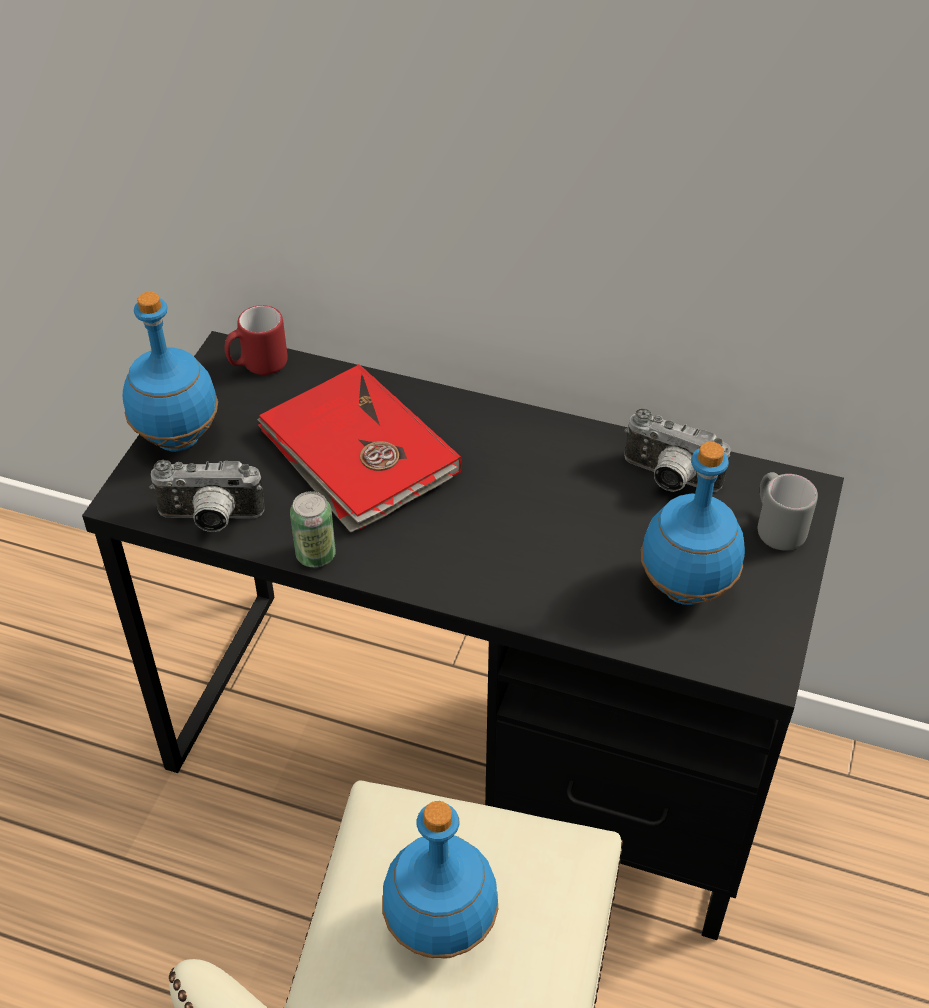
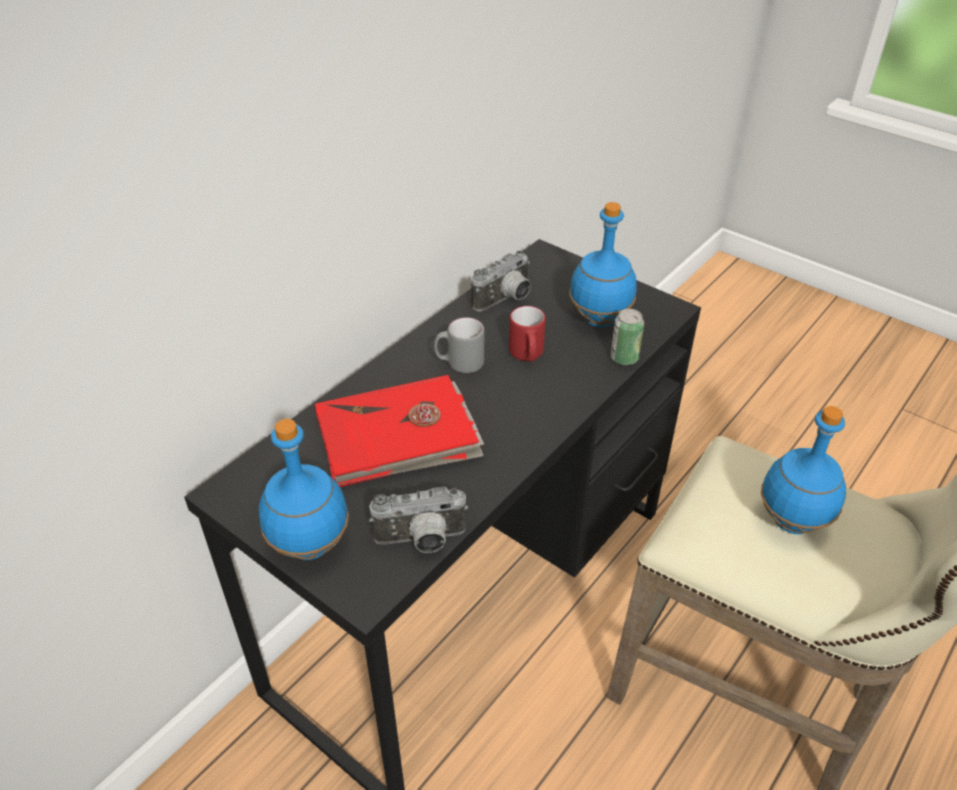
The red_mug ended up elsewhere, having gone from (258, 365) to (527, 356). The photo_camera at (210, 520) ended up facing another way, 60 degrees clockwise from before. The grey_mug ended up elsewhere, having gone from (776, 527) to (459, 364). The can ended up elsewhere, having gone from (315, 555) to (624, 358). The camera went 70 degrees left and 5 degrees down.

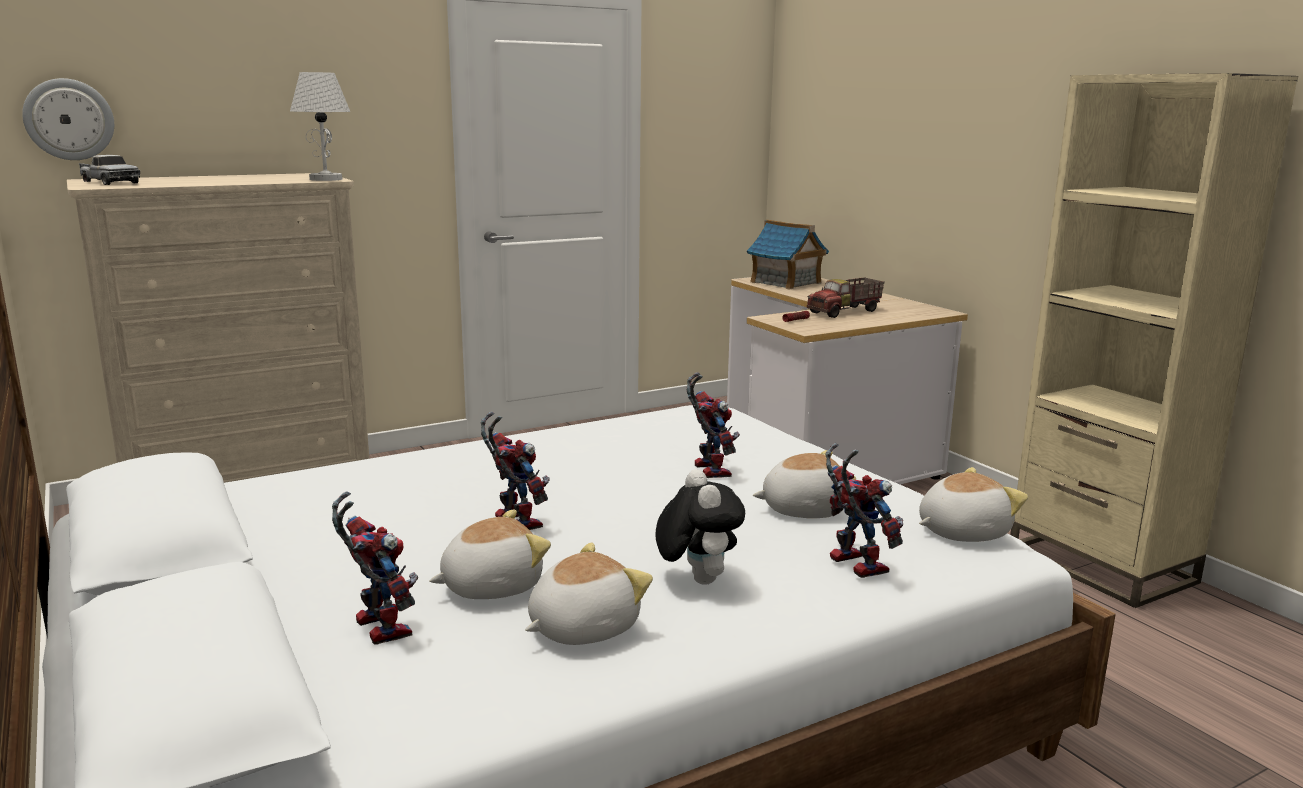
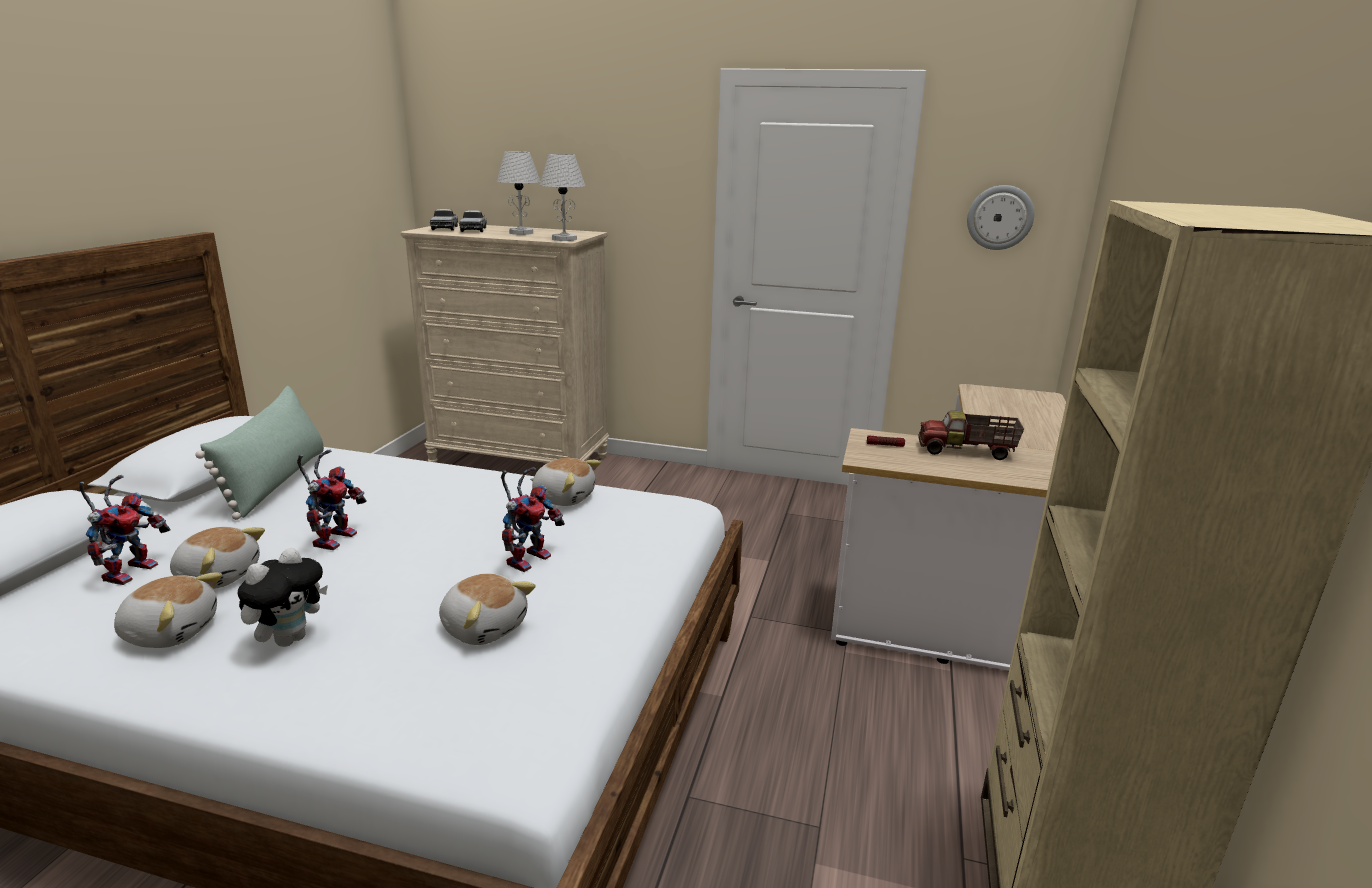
The wall_clock ended up elsewhere, having gone from (69, 119) to (1000, 217). The second view lost the toy_house at (786, 283). The second view lost the toy_robot at (851, 563). The plush_toy ended up elsewhere, having gone from (961, 532) to (564, 497). The second view gained the white_table_lamp at (521, 233). The second view gained the toy_truck at (474, 229). The second view gained the green_pillow at (276, 481). The camera went 45 degrees right and 5 degrees up.

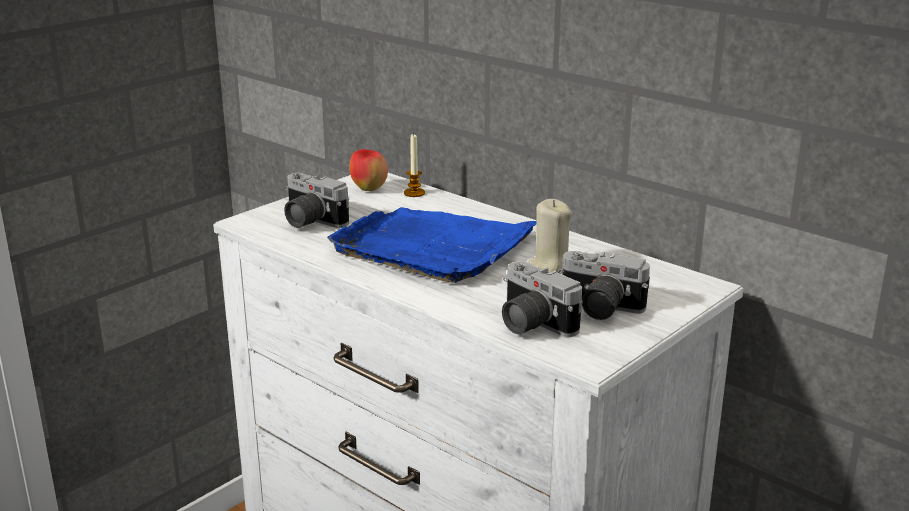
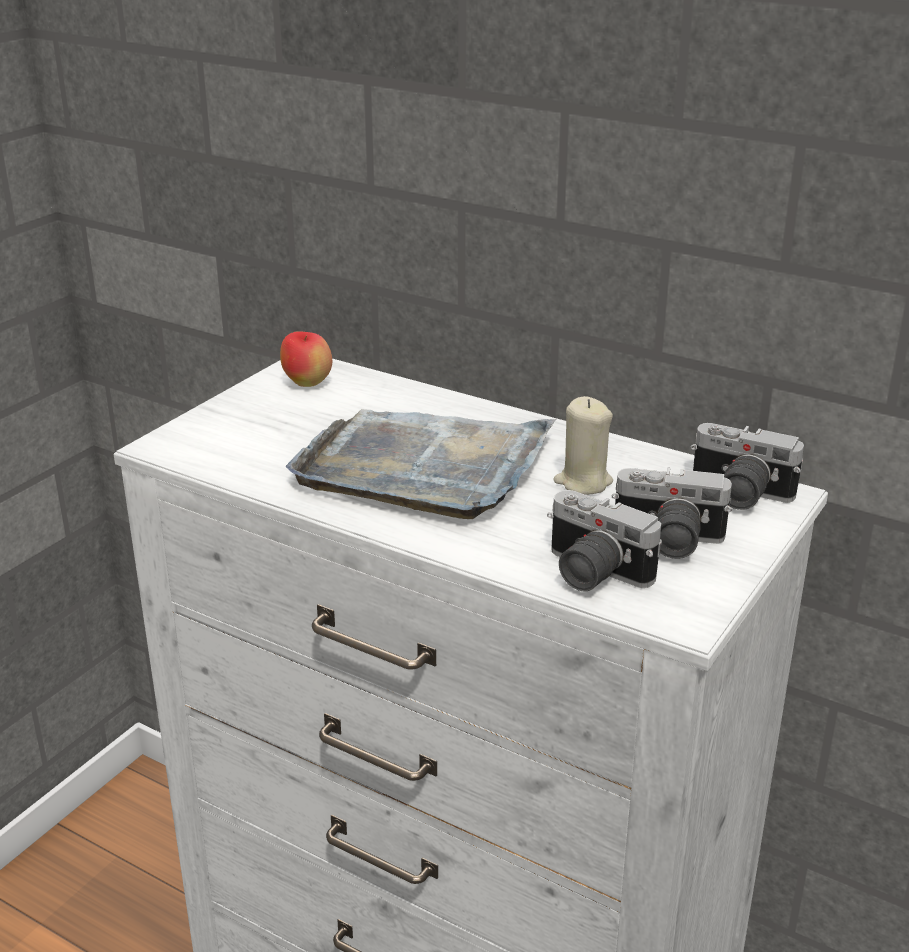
The second view lost the candle at (414, 193). The photo_camera ended up elsewhere, having gone from (309, 222) to (737, 495). What was the blue_tray at (434, 247) turned into the grey_tray at (424, 467). The camera went 10 degrees left and 5 degrees up.

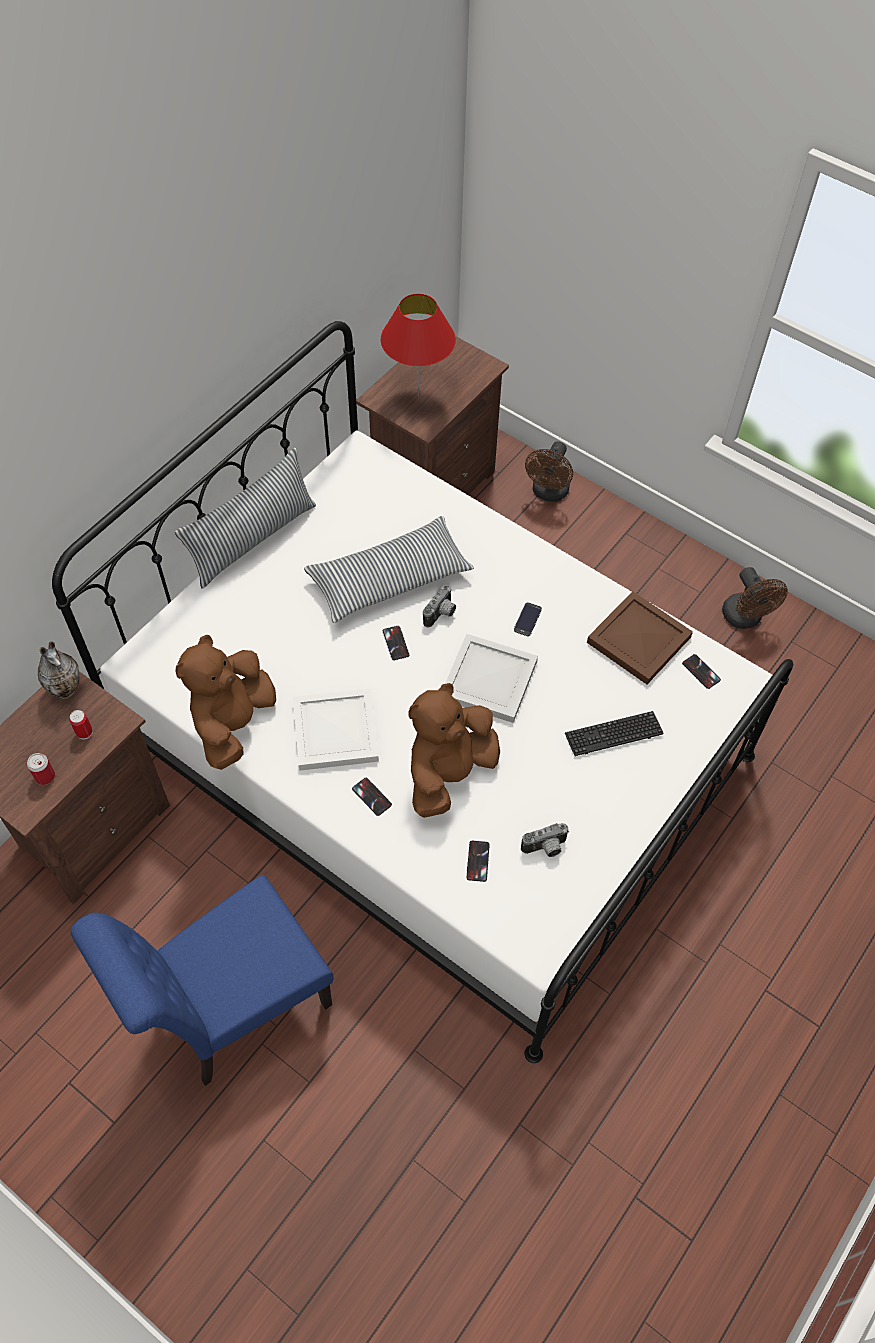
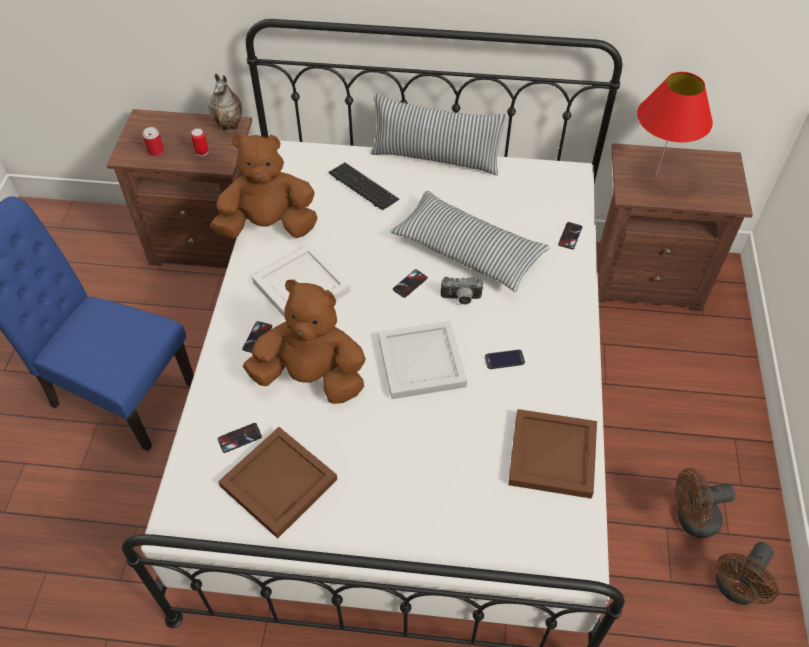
The brown_fan ended up elsewhere, having gone from (548, 493) to (691, 520). The phone ended up elsewhere, having gone from (701, 671) to (570, 236). The keyboard ended up elsewhere, having gone from (613, 734) to (363, 187). Where the photo_camera stood at (545, 848), the brown_tray came to stand at (280, 483). The camera went 60 degrees right and 5 degrees down.

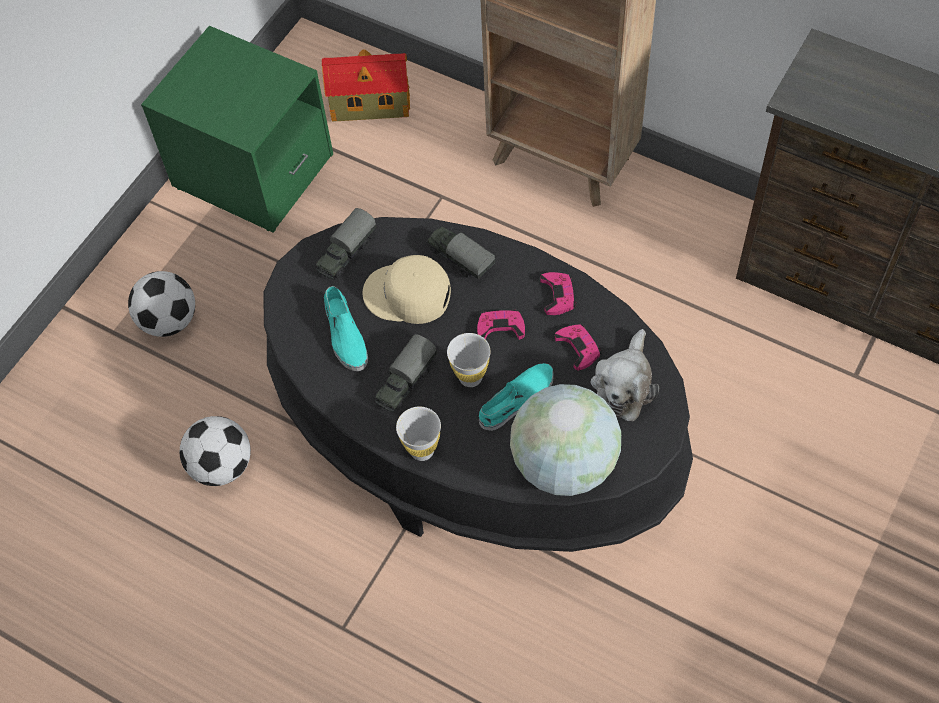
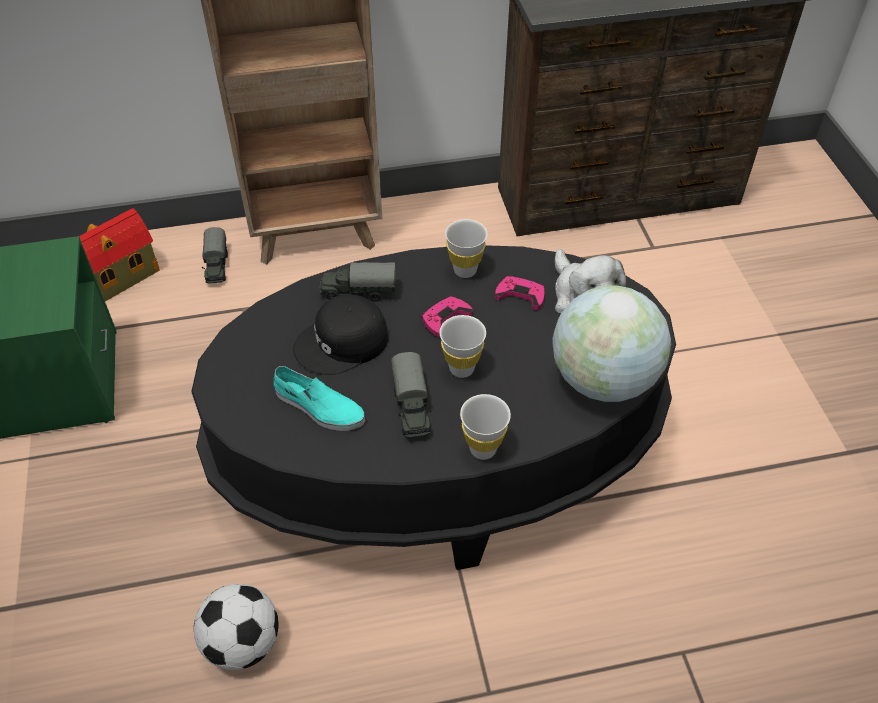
The toy_truck ended up elsewhere, having gone from (346, 254) to (216, 266). What was the beige_cap at (408, 295) turned into the black_cap at (342, 343). The second view lost the football at (169, 321). Where the pink_game_controller stood at (558, 295), the white_cup came to stand at (465, 270). The second view lost the turquoise_shoe at (517, 400). The camera went 45 degrees left and 10 degrees down.

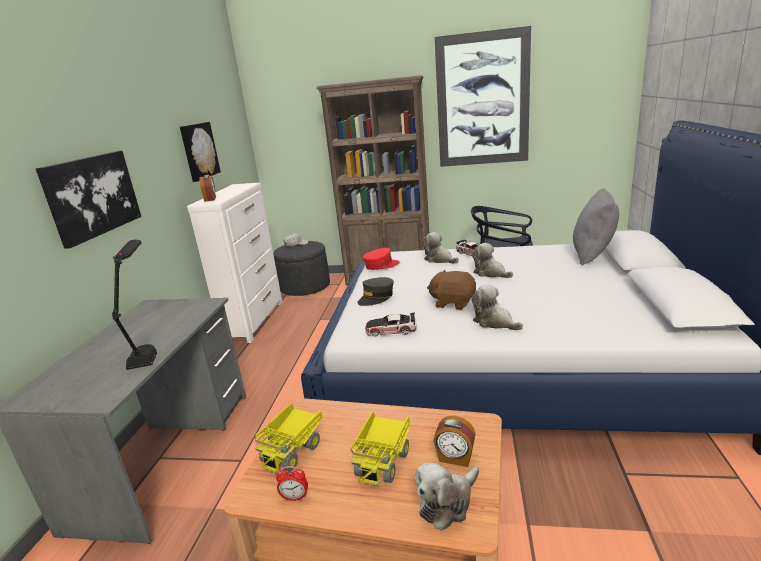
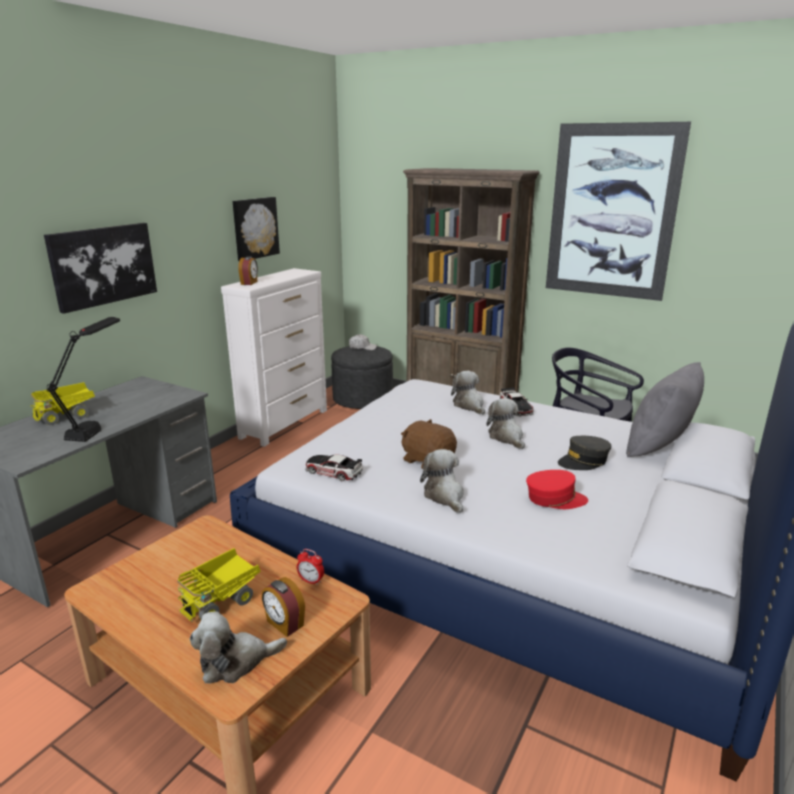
The red_cap ended up elsewhere, having gone from (381, 265) to (555, 499). The grey_cap ended up elsewhere, having gone from (376, 297) to (583, 461). The toy_truck ended up elsewhere, having gone from (293, 450) to (67, 416). The alarm_clock ended up elsewhere, having gone from (295, 497) to (311, 581). The camera went 20 degrees right and 0 degrees up.

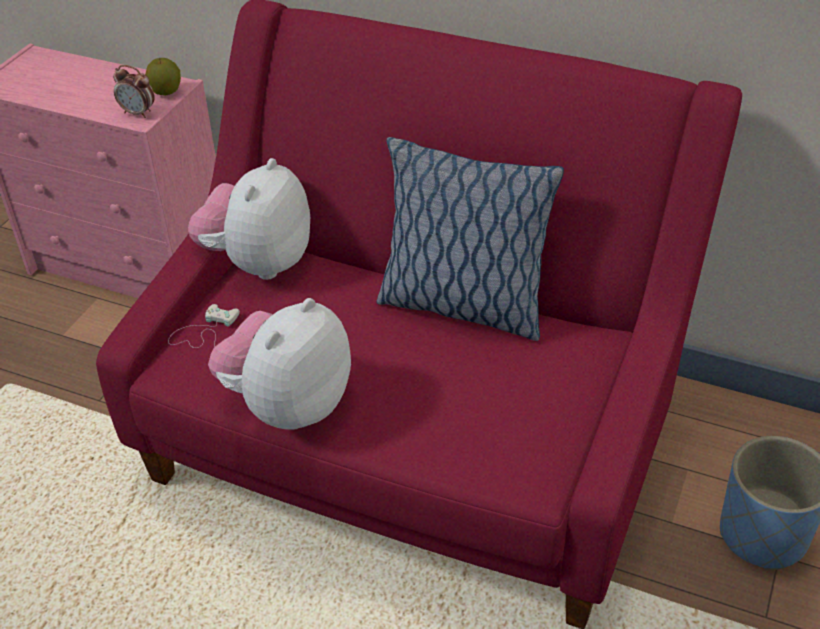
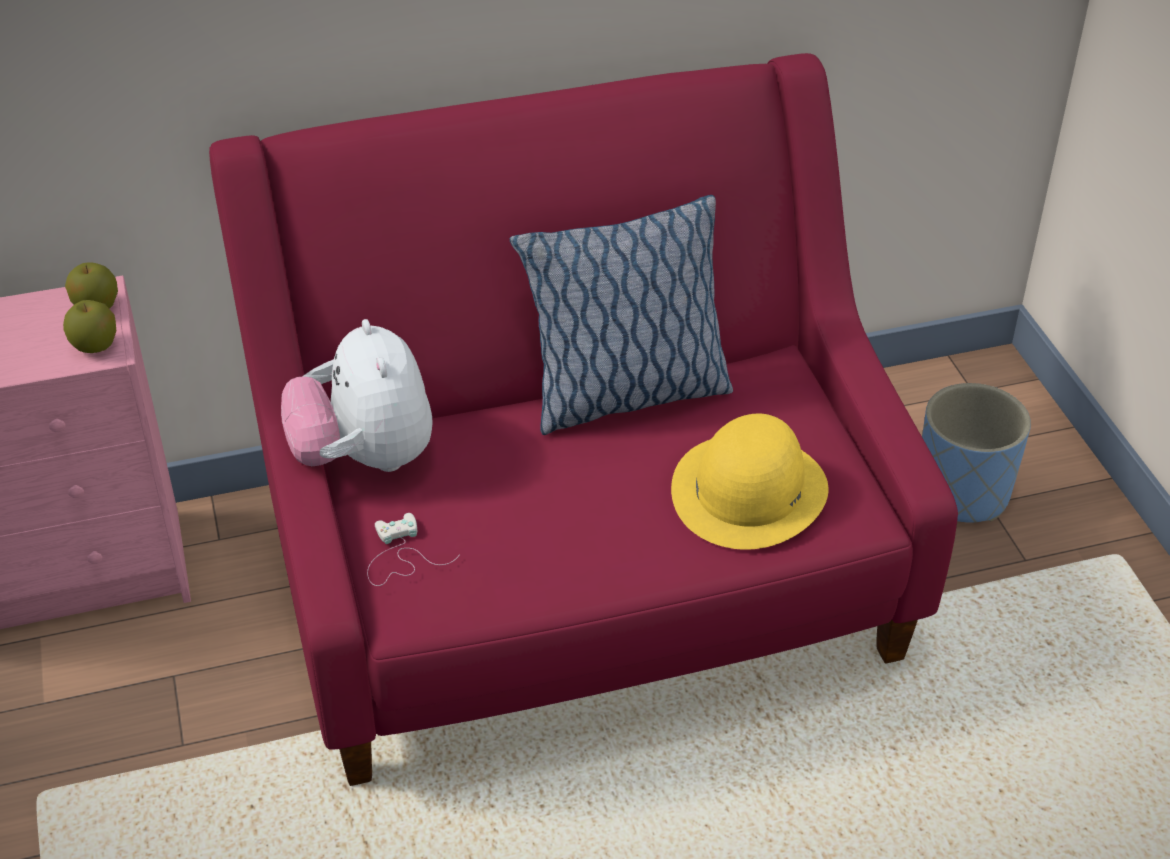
Where the alarm_clock stood at (138, 113), the apple came to stand at (95, 346). The second view lost the plush_toy at (288, 405). The second view gained the yellow_hat at (749, 490). The camera went 40 degrees left and 0 degrees up.

